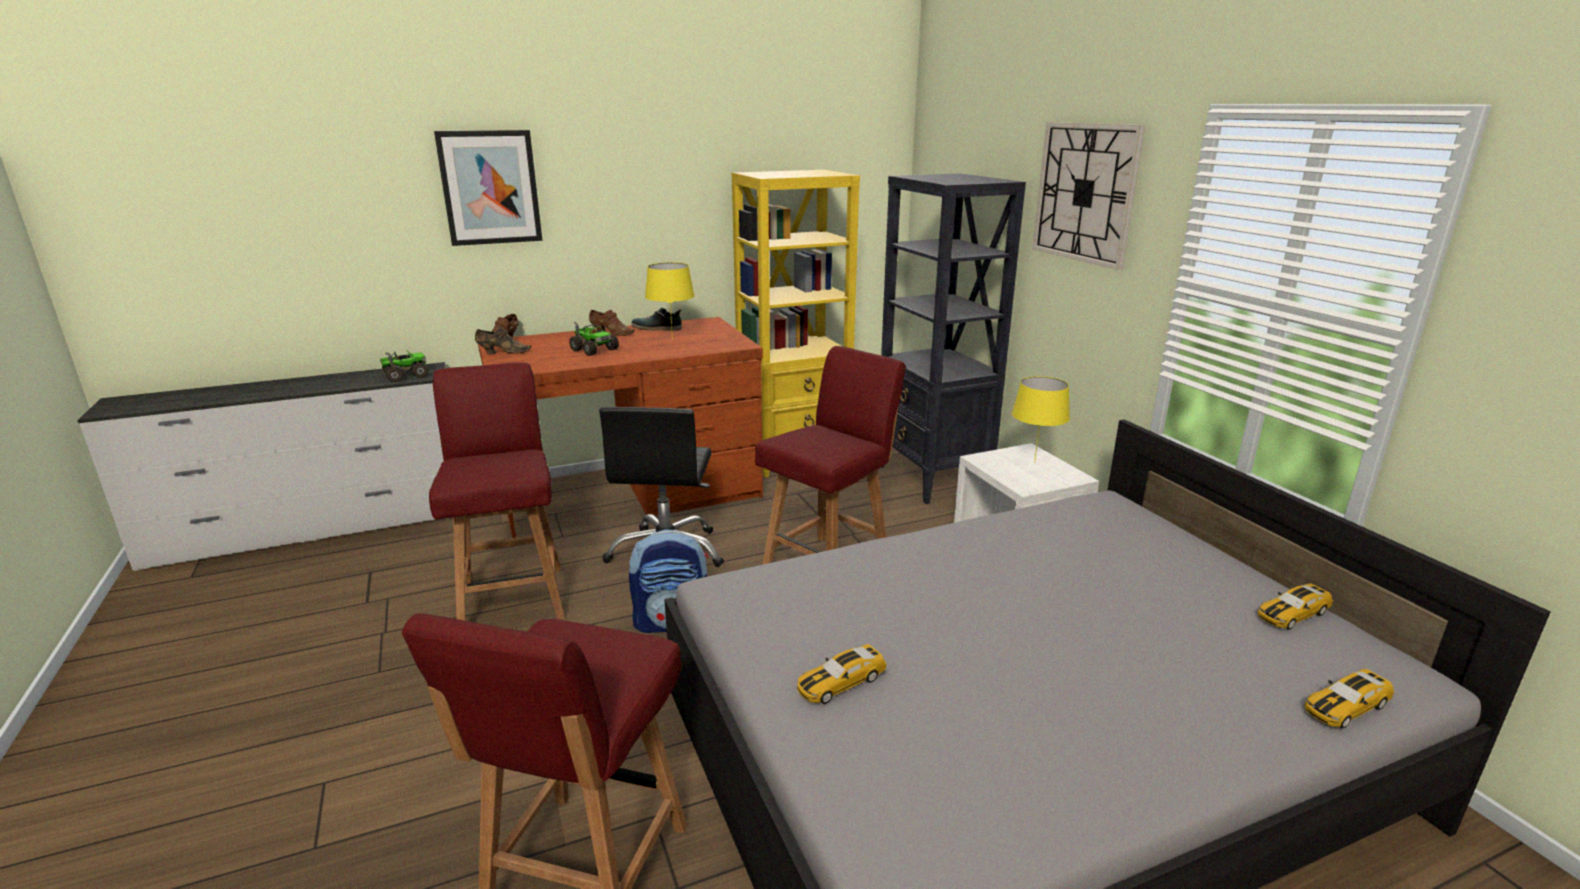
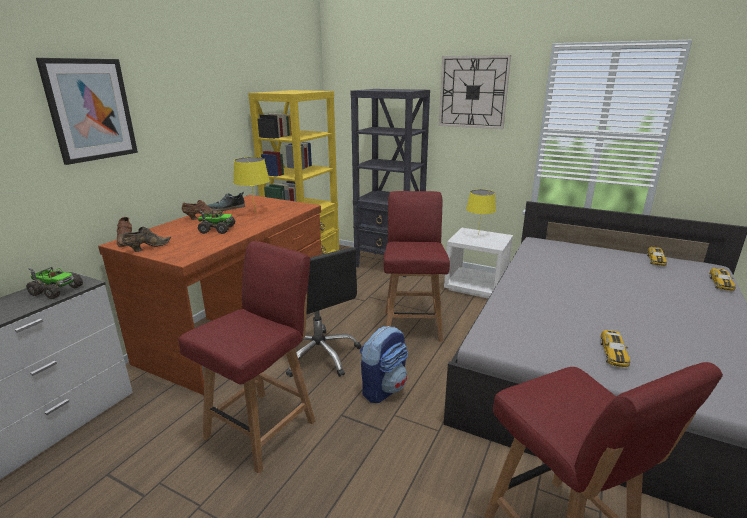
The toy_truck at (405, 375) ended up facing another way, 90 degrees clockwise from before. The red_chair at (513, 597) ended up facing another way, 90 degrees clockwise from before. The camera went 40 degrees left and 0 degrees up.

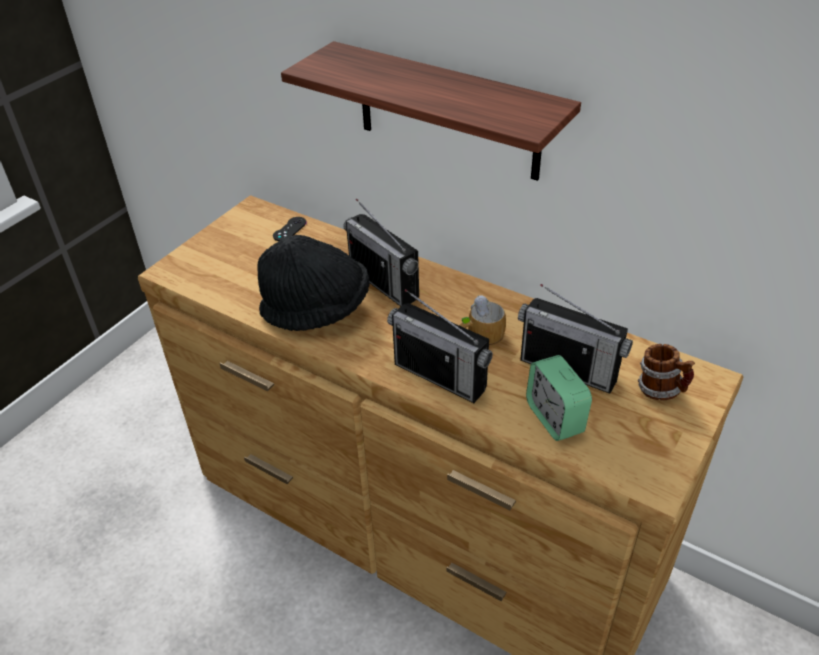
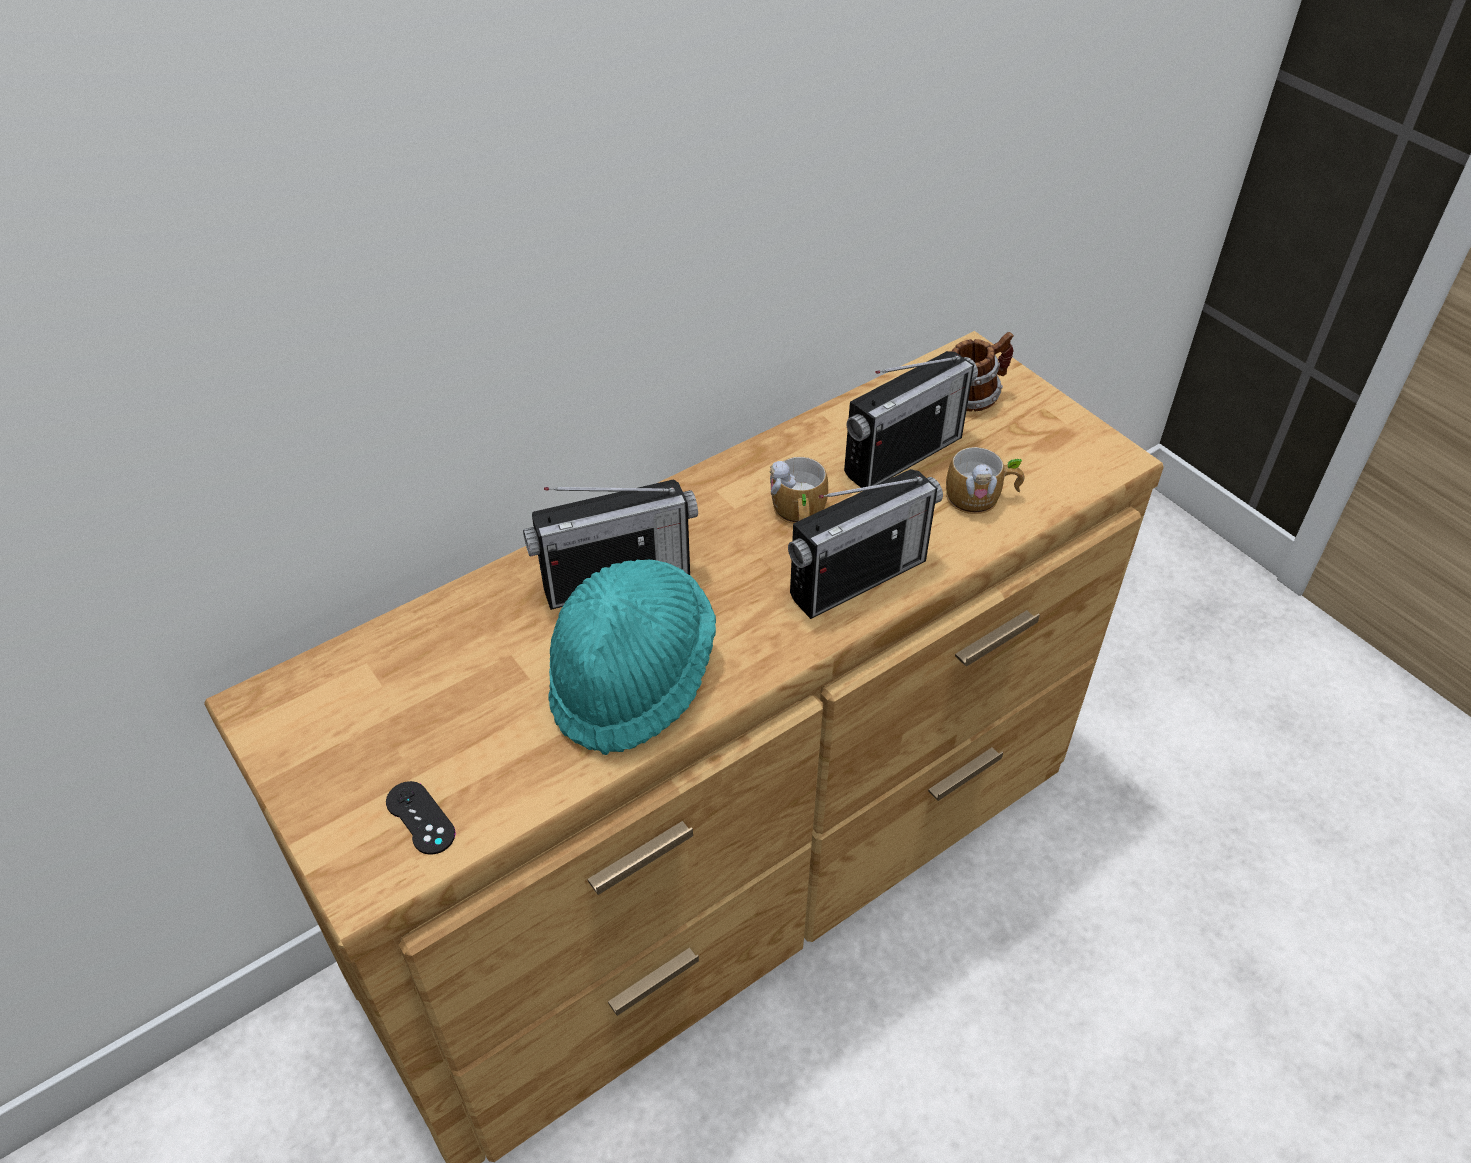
The second view lost the shelf at (448, 112). The black_game_controller ended up elsewhere, having gone from (289, 229) to (420, 818). What was the black_hat at (317, 310) turned into the turquoise_hat at (631, 678). Where the alarm_clock stood at (555, 418), the mug came to stand at (982, 497). The camera went 70 degrees left and 5 degrees up.

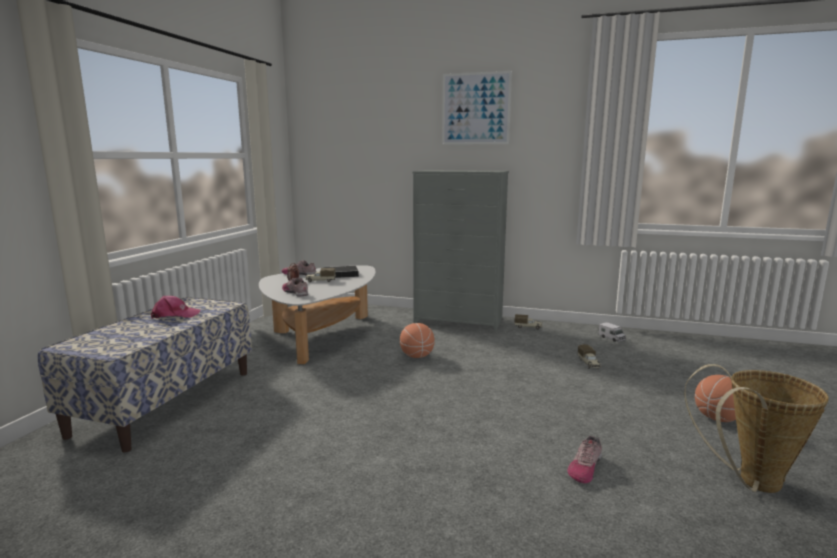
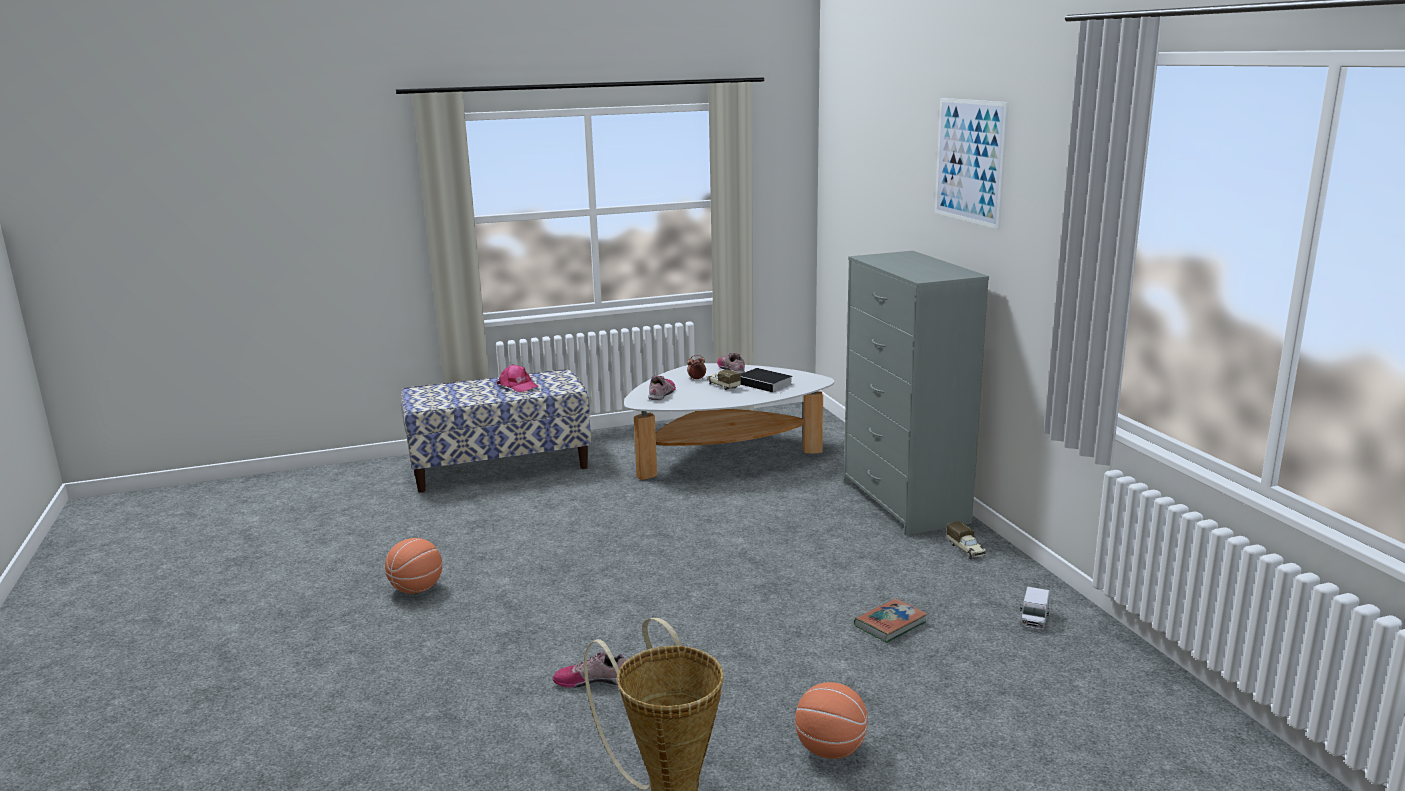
The basketball ended up elsewhere, having gone from (417, 356) to (417, 589). Where the toy_truck stood at (589, 364), the book came to stand at (890, 624). The camera went 55 degrees right and 5 degrees up.

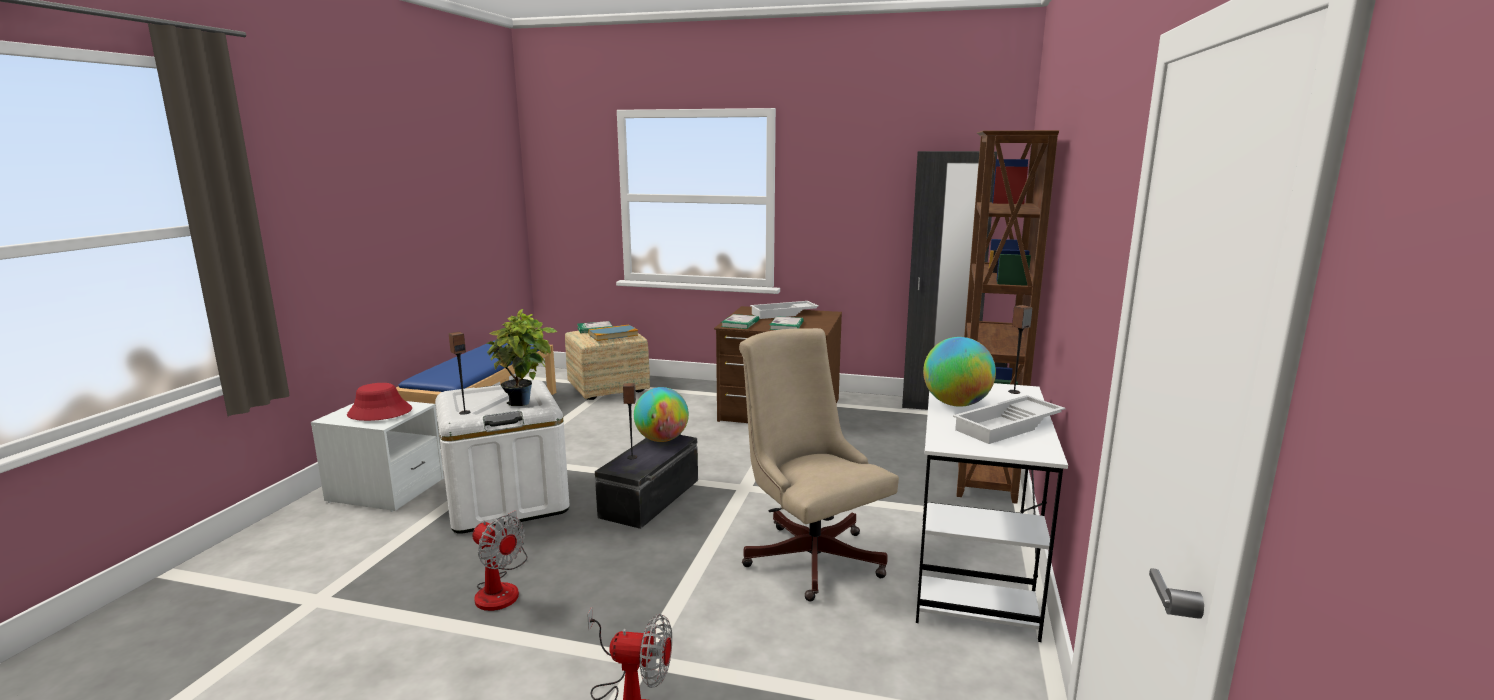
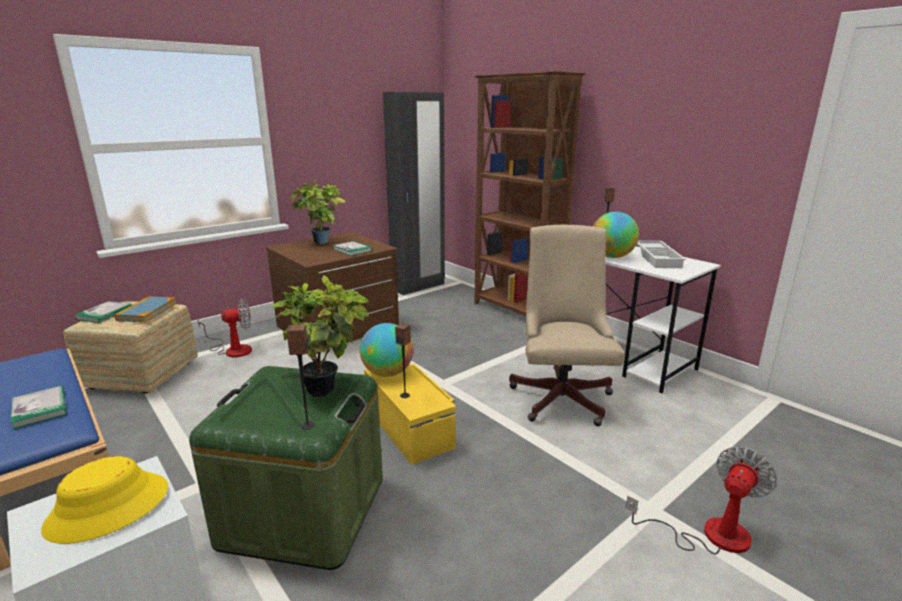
Where the white_tray stood at (784, 314), the potted_plant came to stand at (320, 243). The book ended up elsewhere, having gone from (740, 323) to (40, 409). The beige_office_chair at (809, 554) ended up facing another way, 90 degrees clockwise from before. What was the white_storage_box at (506, 500) turned into the green_storage_box at (304, 511). What was the red_hat at (379, 412) turned into the yellow_hat at (108, 508). What was the black_storage_box at (651, 498) turned into the yellow_storage_box at (409, 426). The fan ended up elsewhere, having gone from (501, 588) to (232, 349). The camera went 55 degrees left and 5 degrees up.

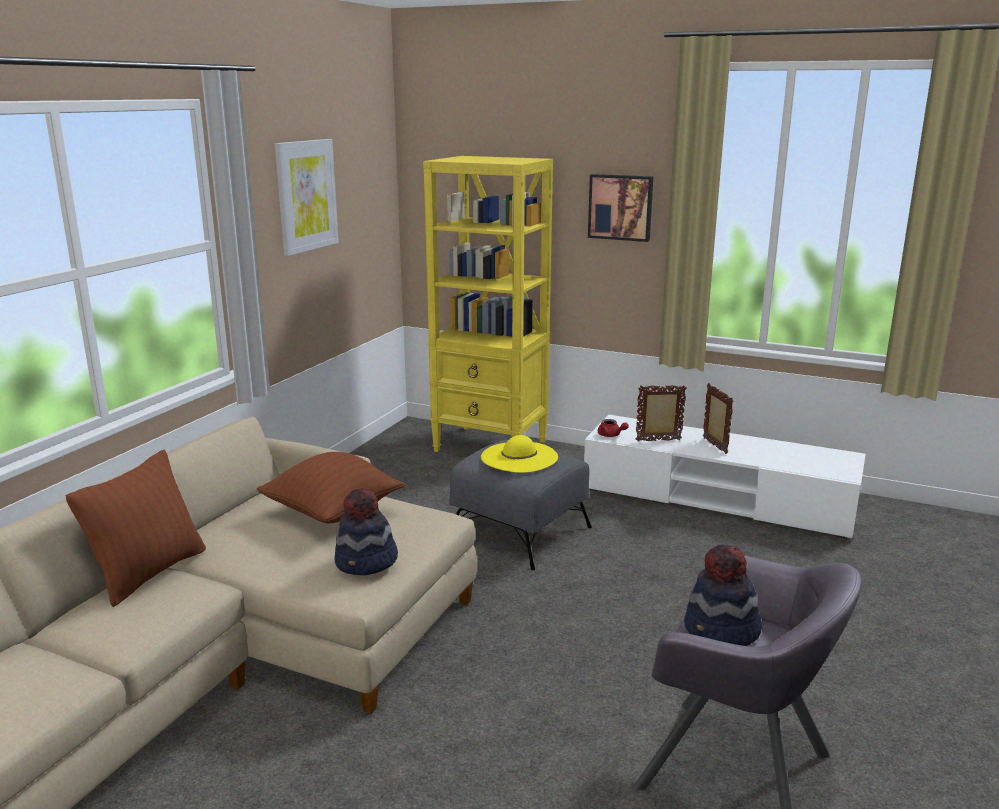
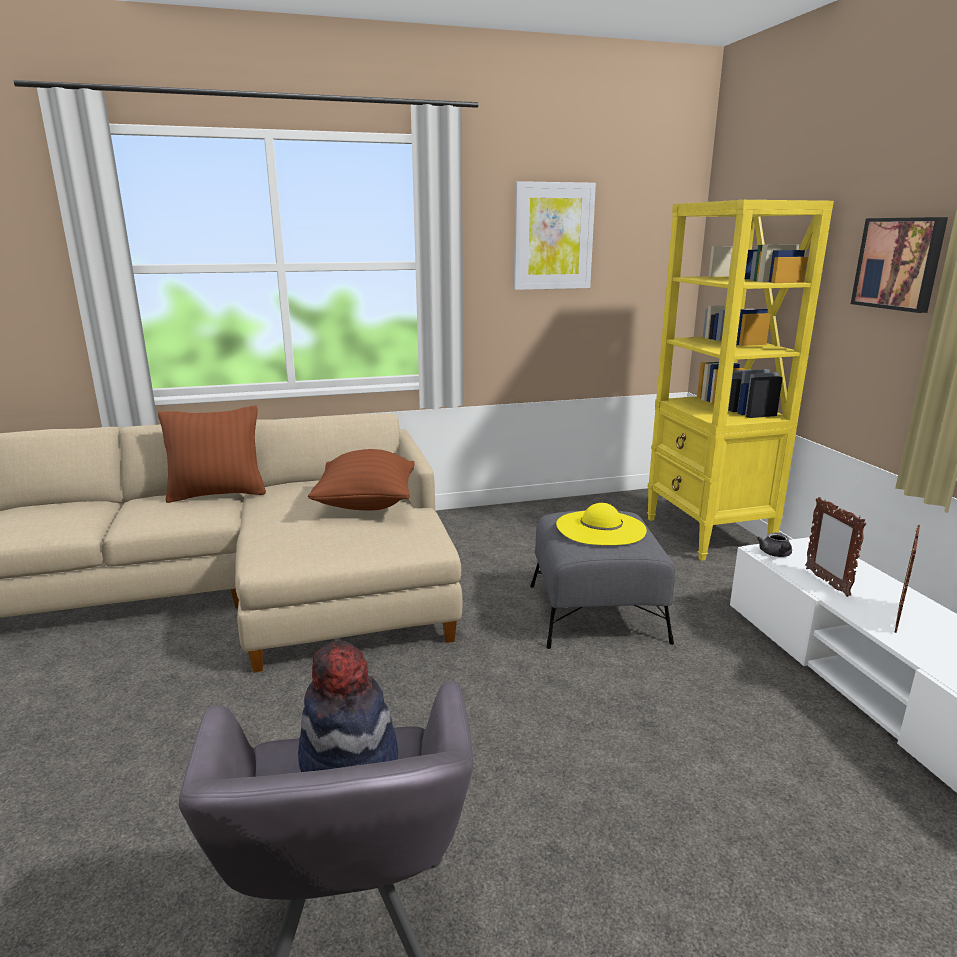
The picture_frame at (659, 441) ended up facing another way, 150 degrees counterclockwise from before. What was the red_teapot at (611, 435) turned into the grey_teapot at (776, 554). The second view lost the hat at (366, 562). The camera went 50 degrees right and 0 degrees up.

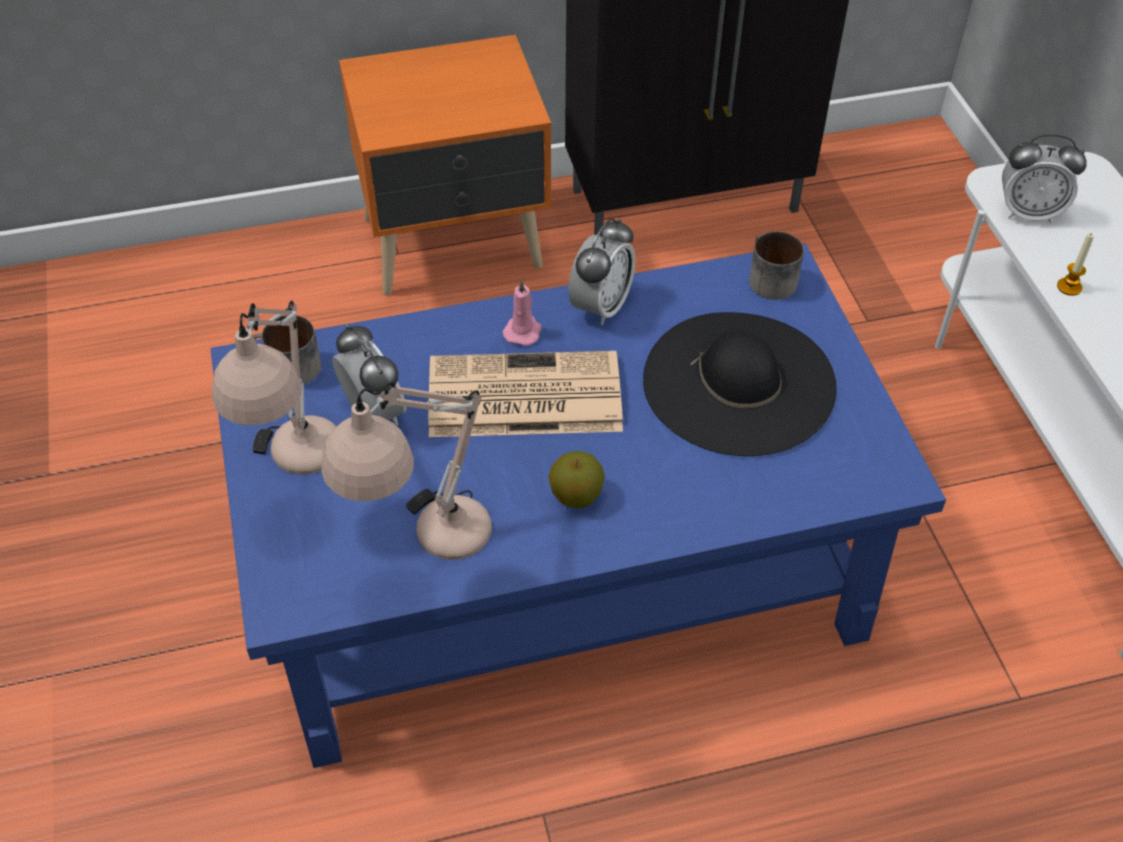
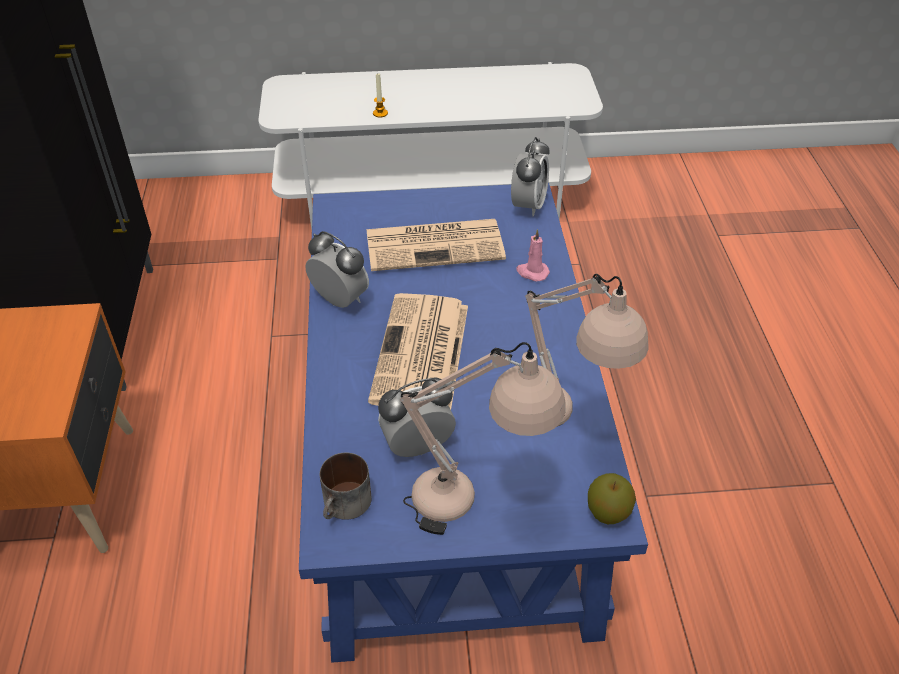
The alarm_clock ended up elsewhere, having gone from (1028, 213) to (528, 205). The second view lost the mug at (767, 279). The pink_candle ended up elsewhere, having gone from (523, 331) to (532, 272). Where the black_hat stood at (739, 382), the newspaper came to stand at (436, 245). The apple ended up elsewhere, having gone from (576, 496) to (608, 512). The camera went 80 degrees left and 5 degrees down.

